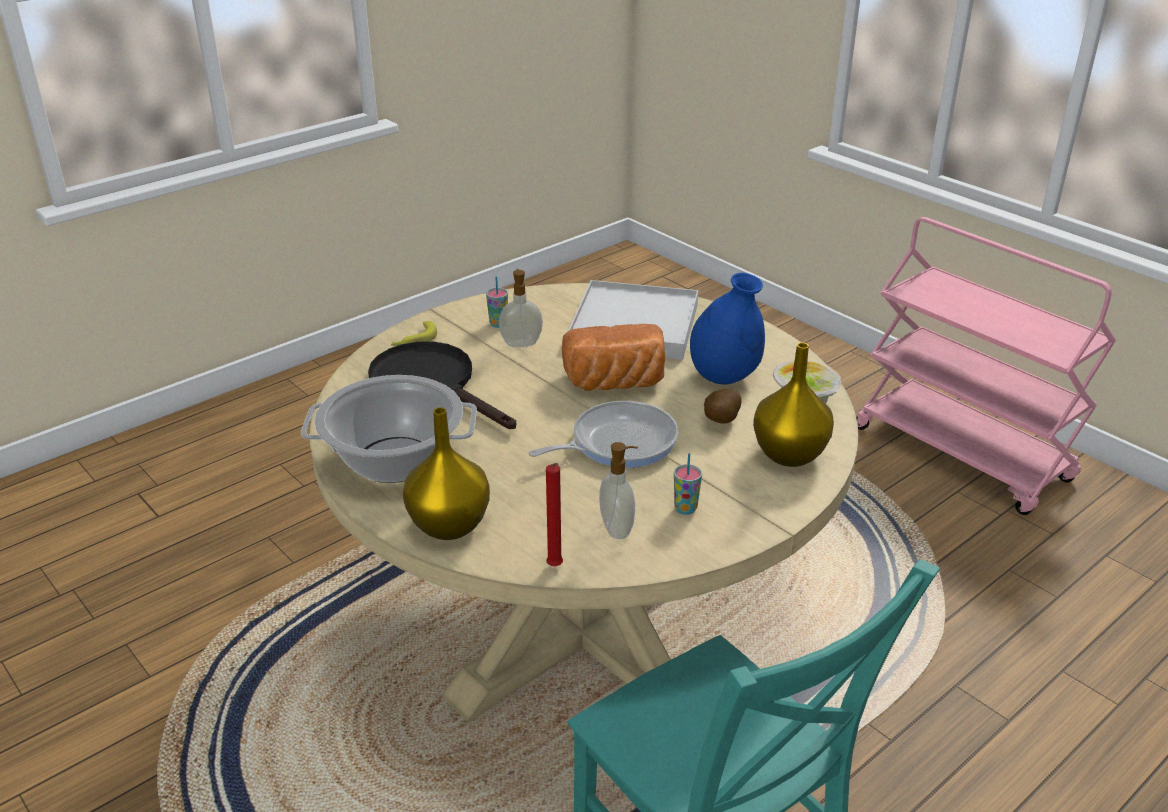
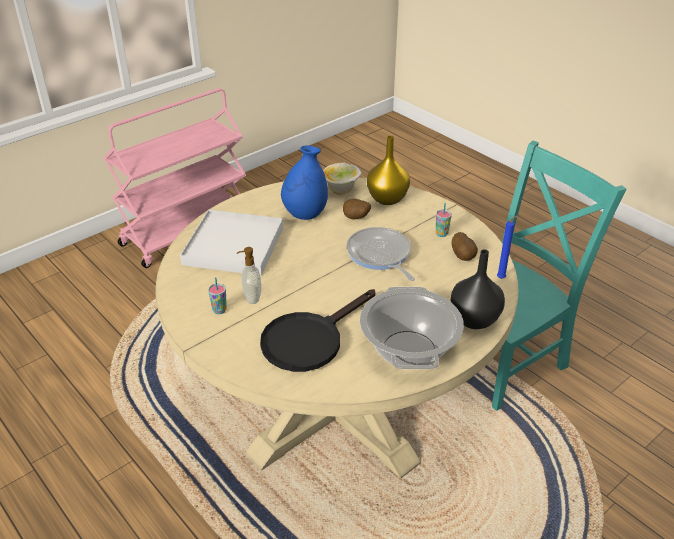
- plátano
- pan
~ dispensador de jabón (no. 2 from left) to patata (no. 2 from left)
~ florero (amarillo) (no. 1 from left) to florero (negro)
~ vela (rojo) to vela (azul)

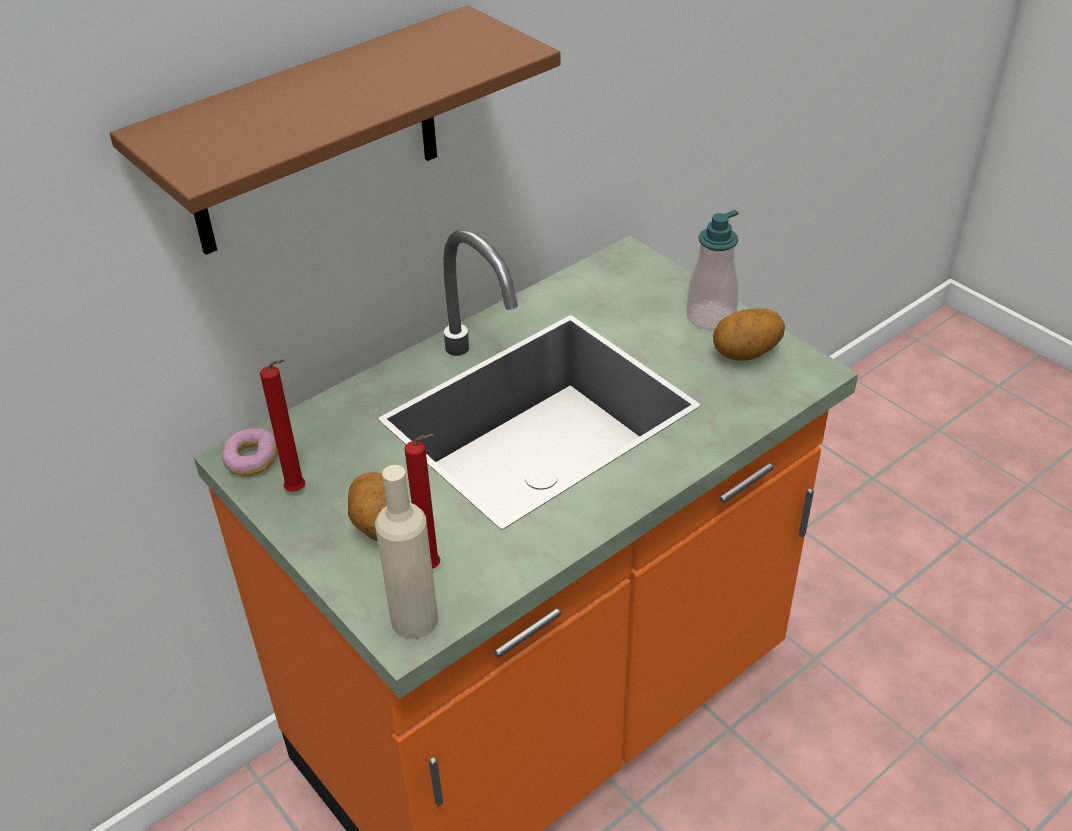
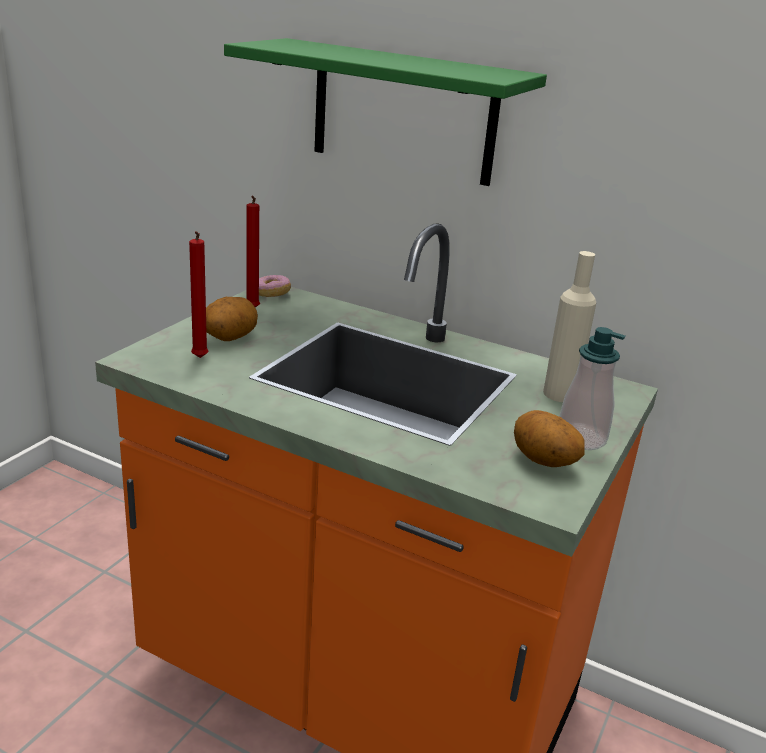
~ botella (beis)
~ estante (marrón) to estante (verde)

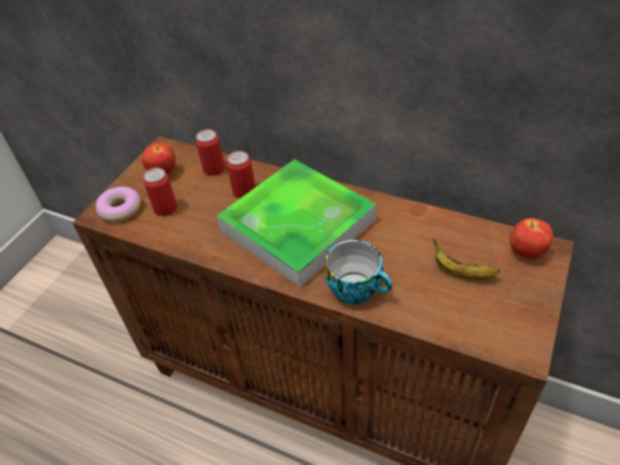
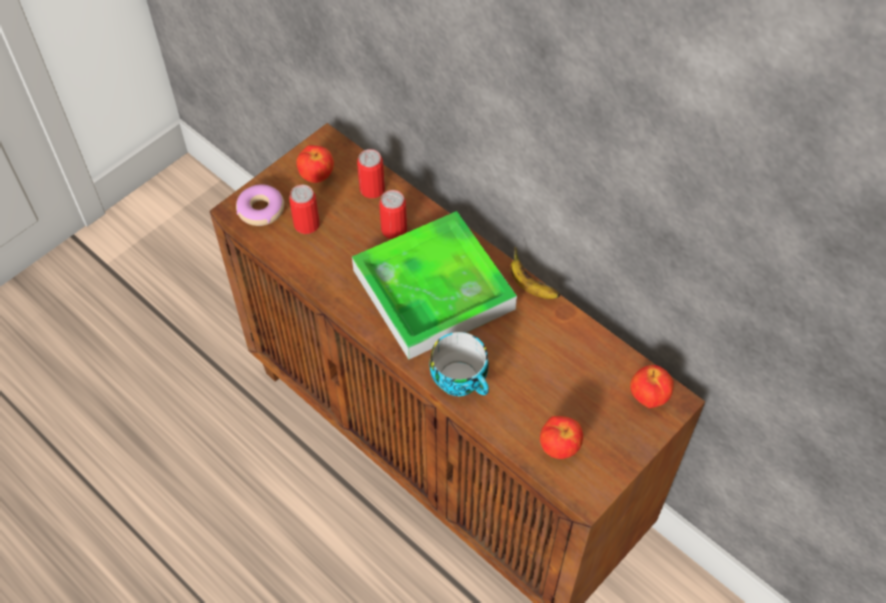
+ manzana (no. 2 from left)
~ plátano

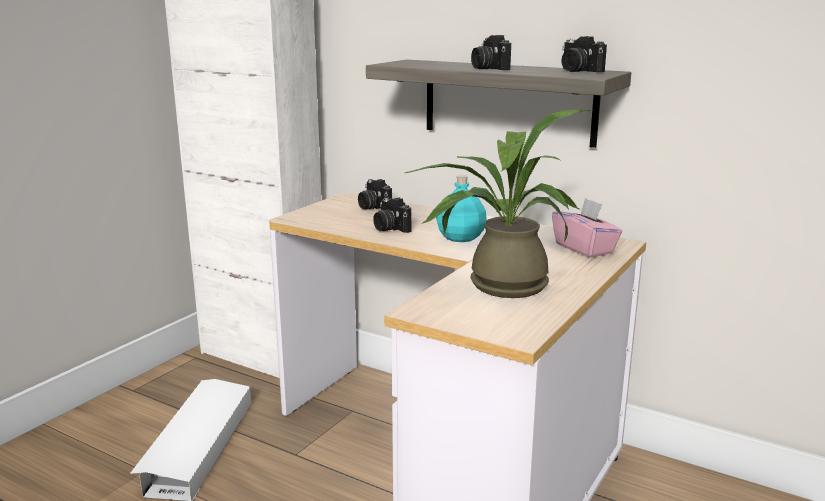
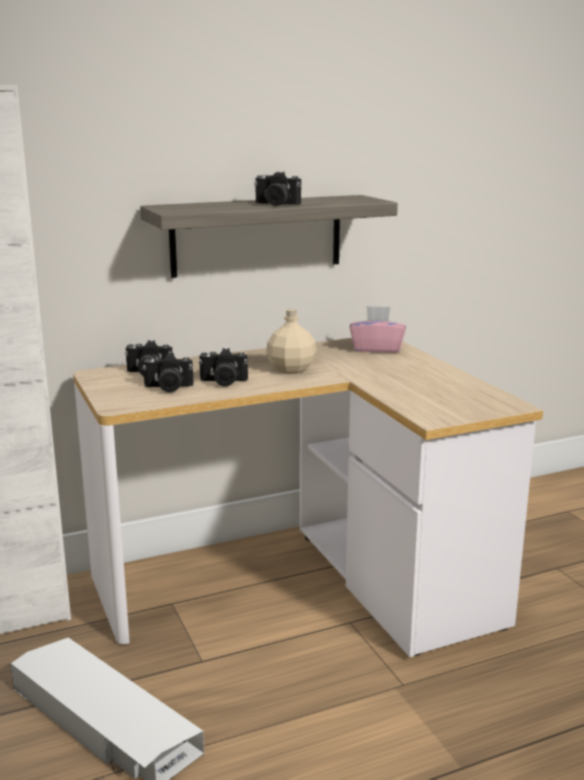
- planta en maceta
~ cámara (no. 4 from left in the first image) to cámara (no. 2 from left)
~ botella (turquesa) to botella (beis)

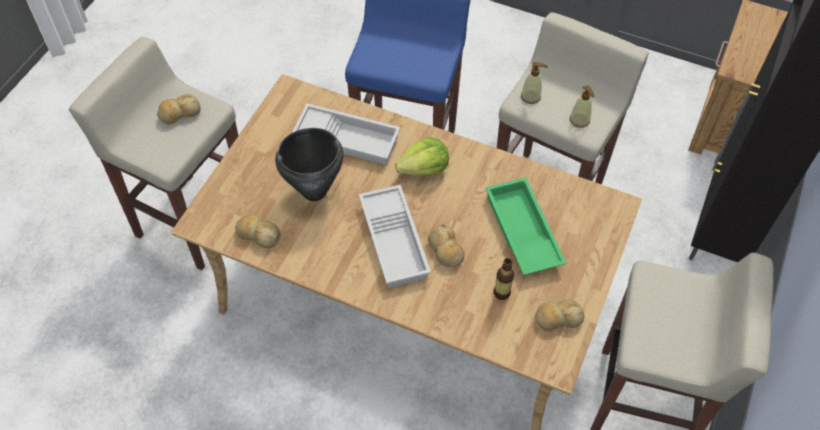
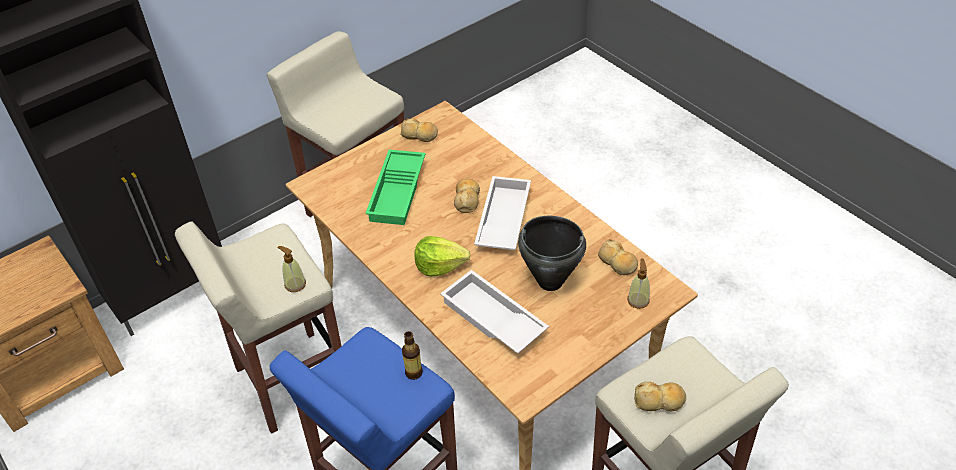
~ botella
~ dispensador de jabón (no. 2 from left)

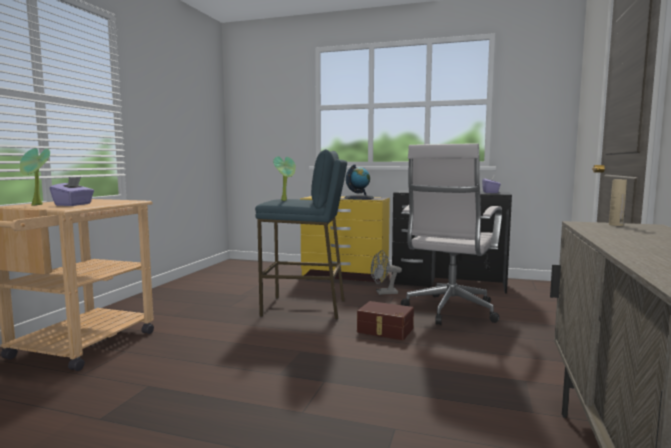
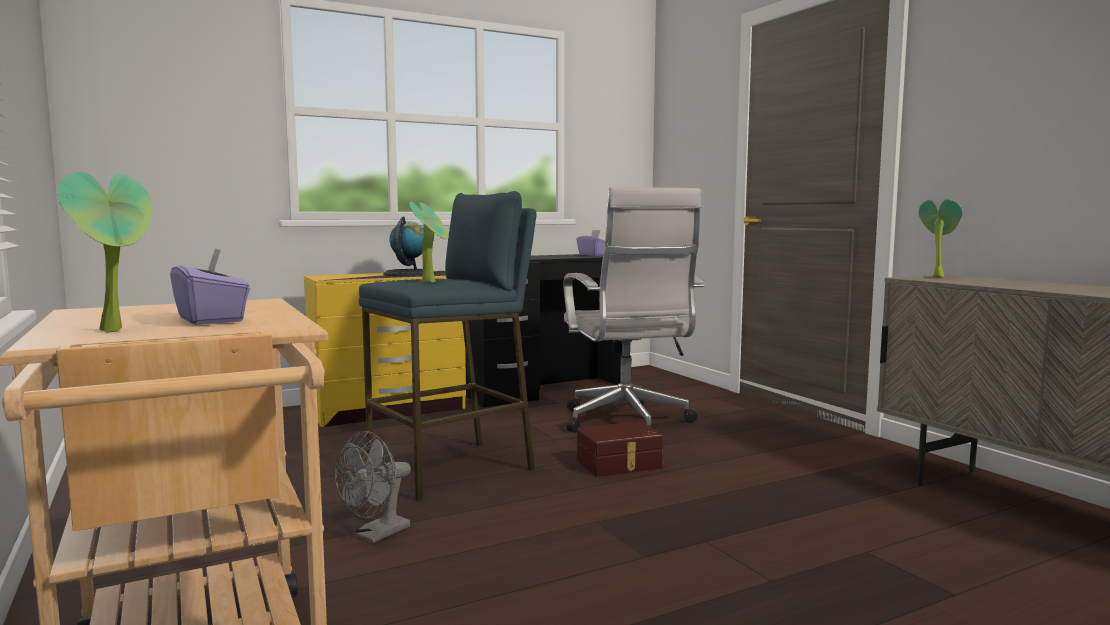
~ ventilador (gris)
~ botella (beis) to planta en maceta (no. 3 from left)

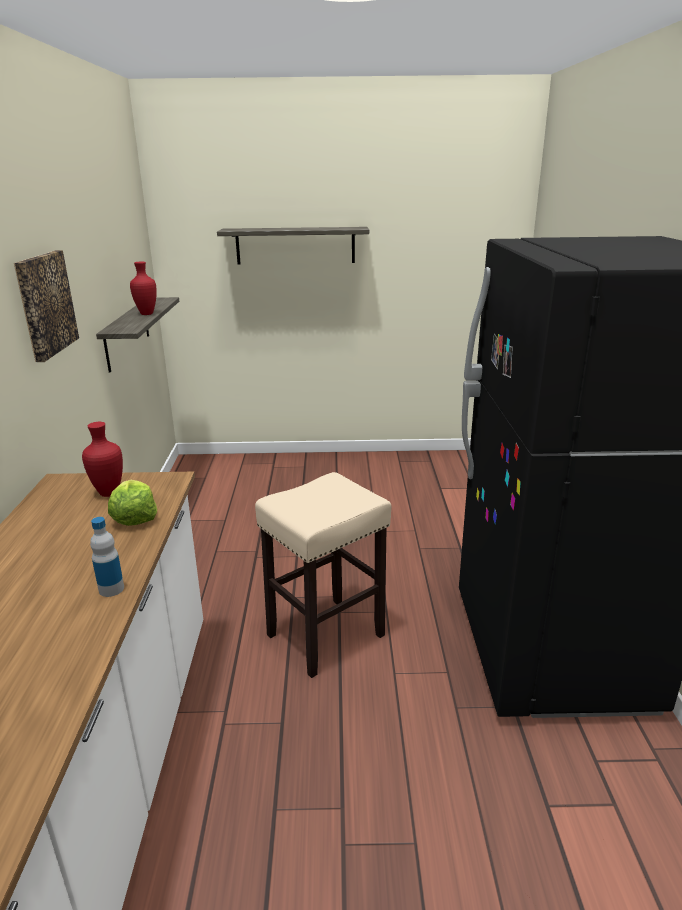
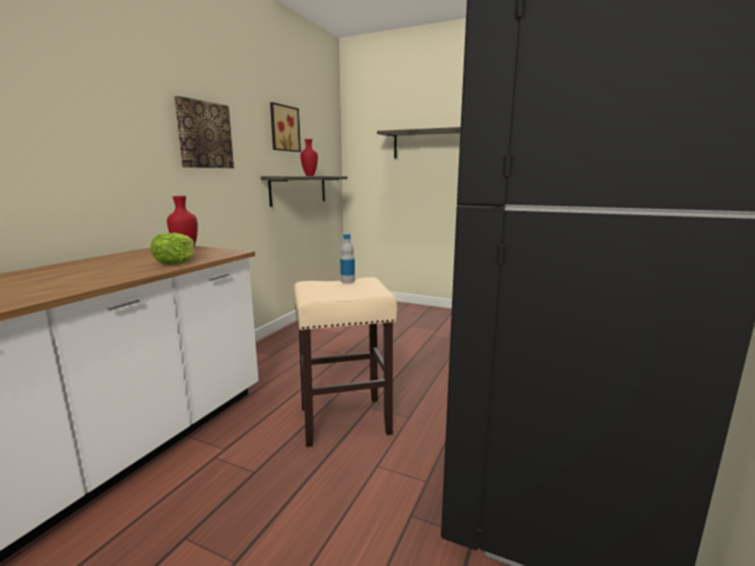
+ cuadro (no. 2 from left)
~ botella

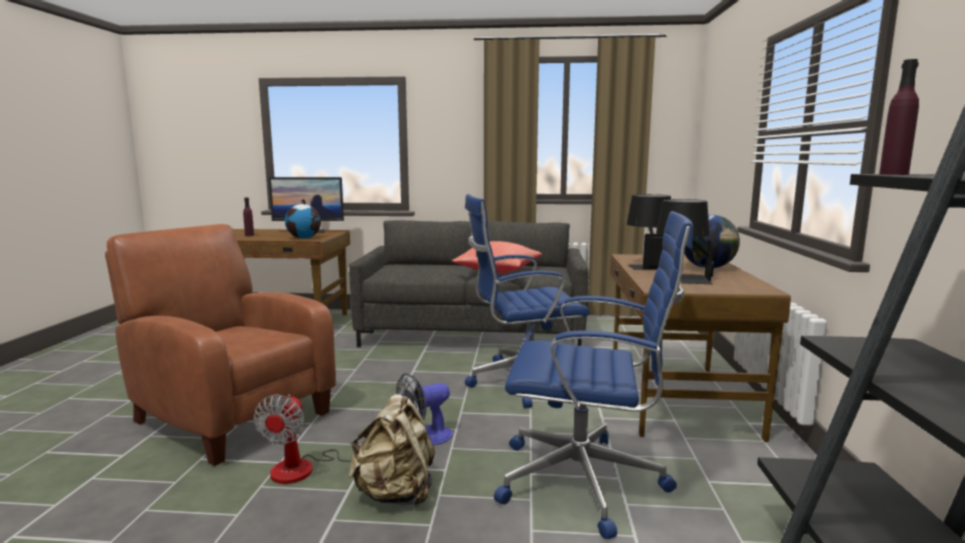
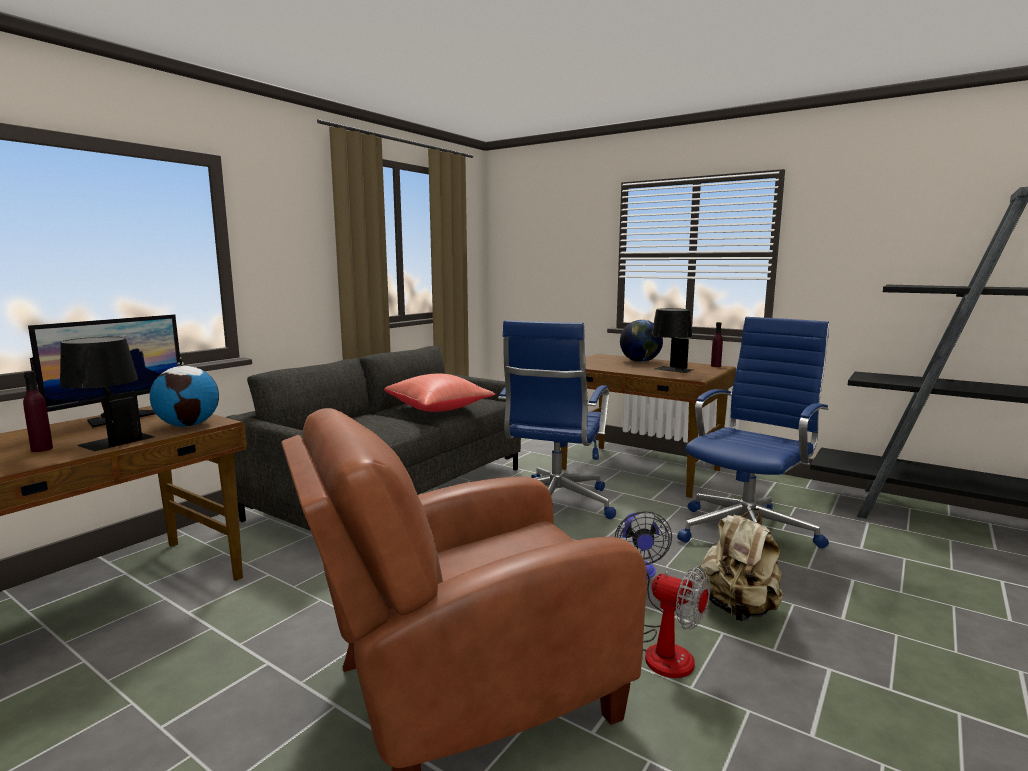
~ lámpara de mesa (negro) (no. 1 from left)
~ botella (morado) (no. 2 from left)

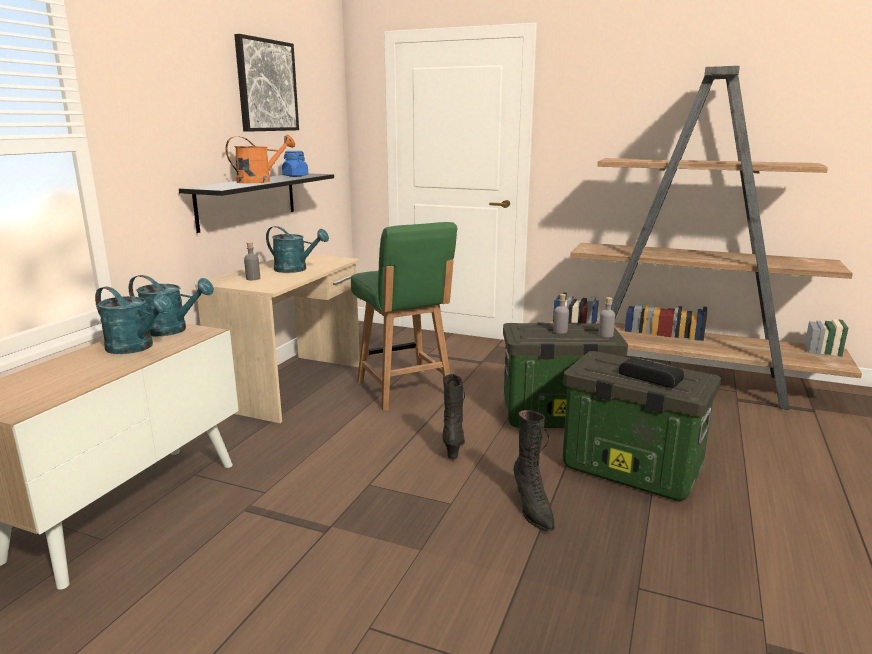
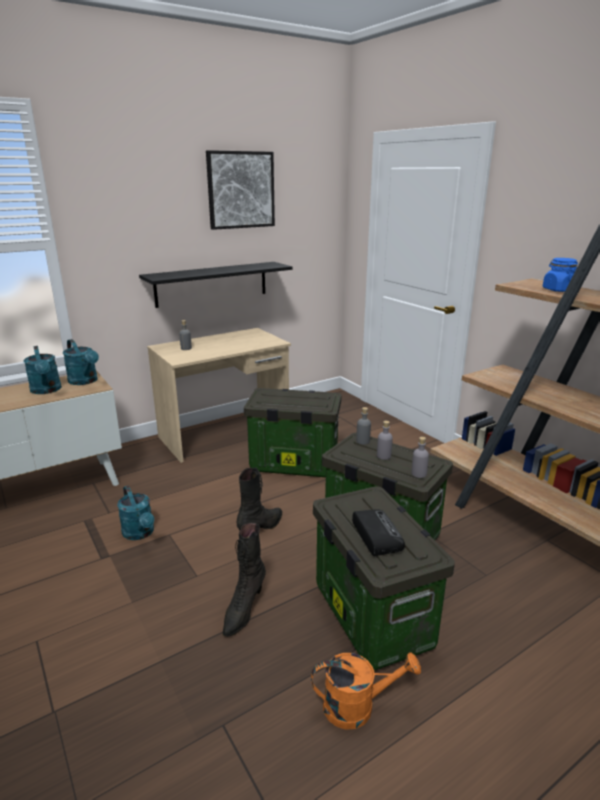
+ botella (gris) (no. 2 from left)
~ regadera (naranja)
~ regadera (turquesa) (no. 3 from left)
~ tarro (azul)
~ silla (verde) to caja de almacenaje (no. 1 from left)

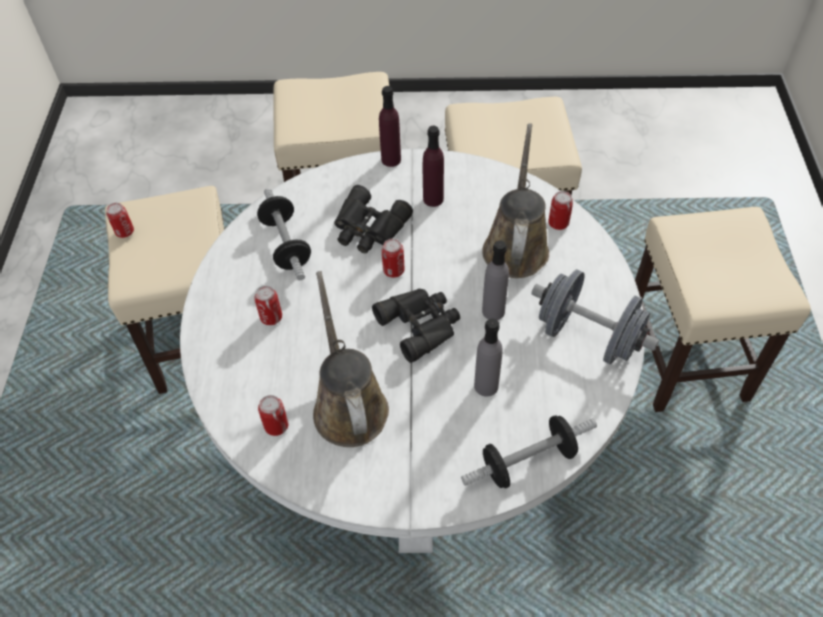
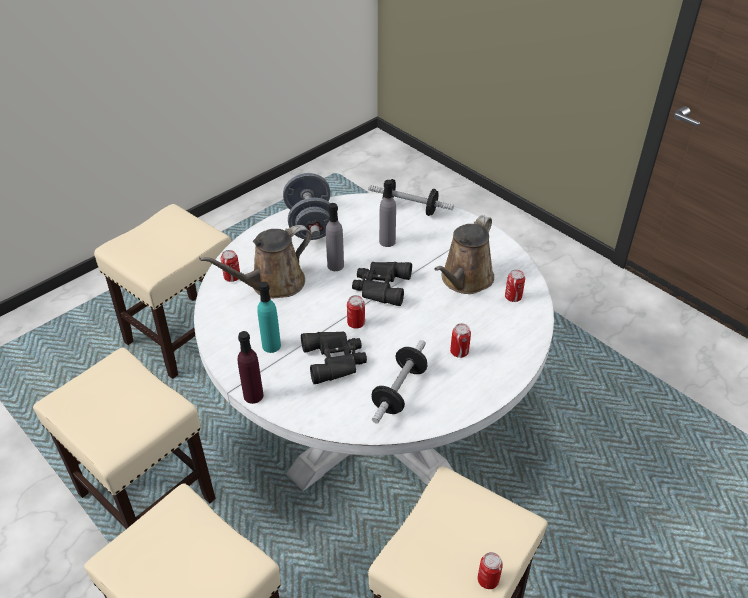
~ botella (morado) (no. 2 from left) to botella (turquesa)

